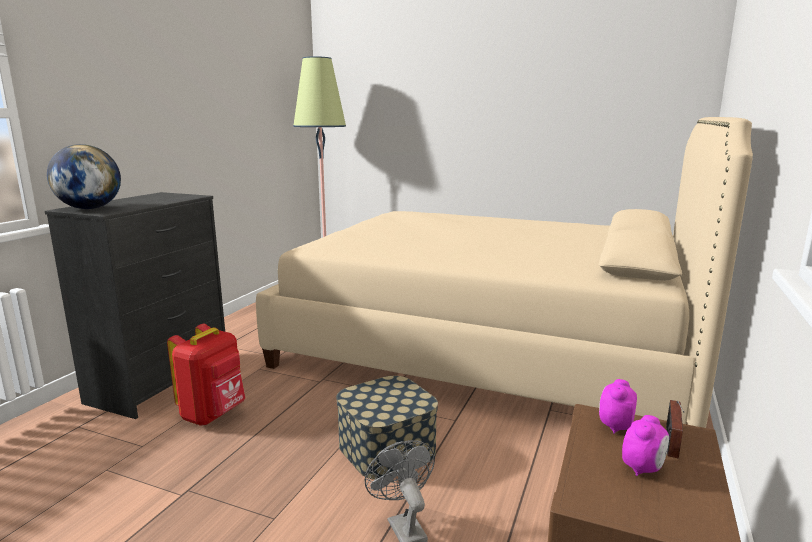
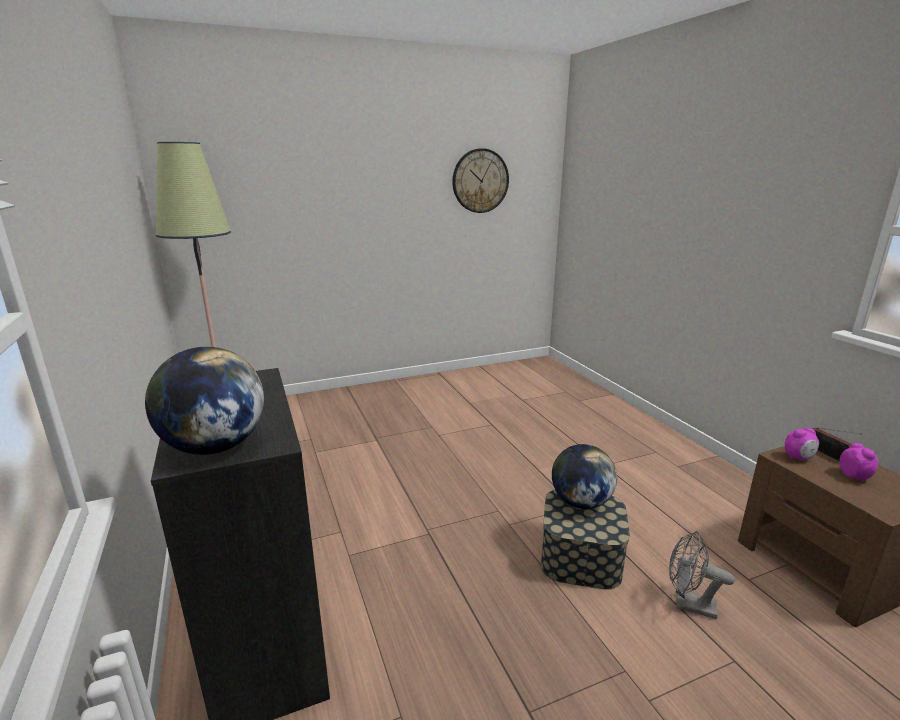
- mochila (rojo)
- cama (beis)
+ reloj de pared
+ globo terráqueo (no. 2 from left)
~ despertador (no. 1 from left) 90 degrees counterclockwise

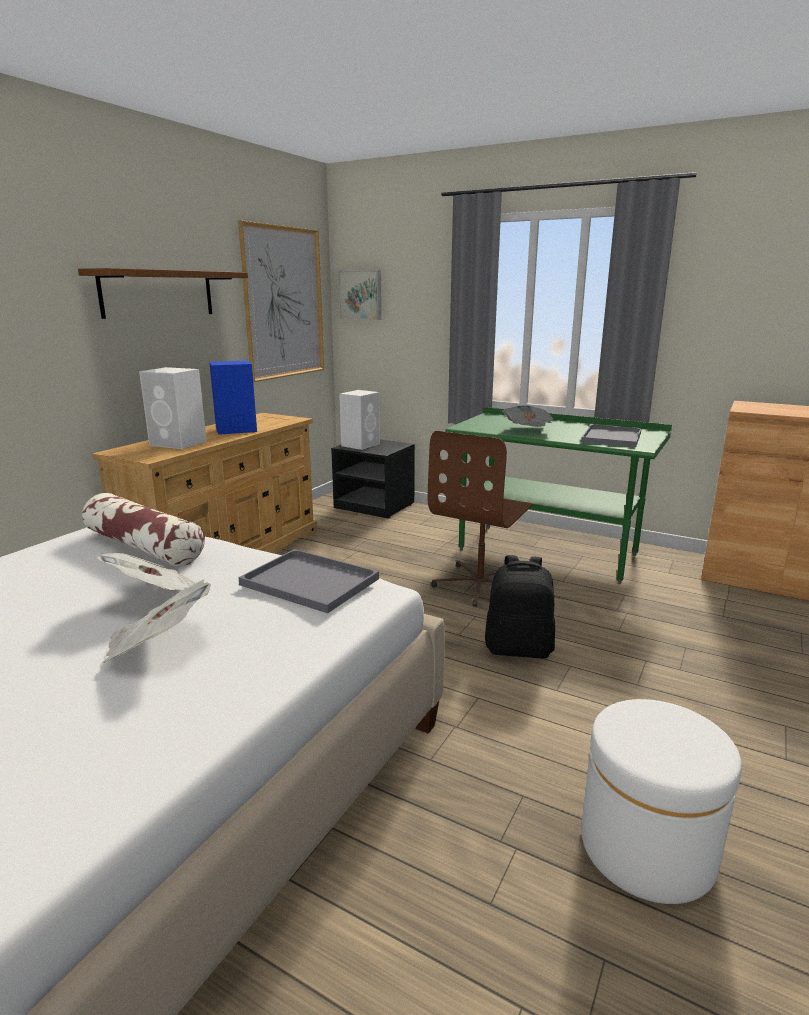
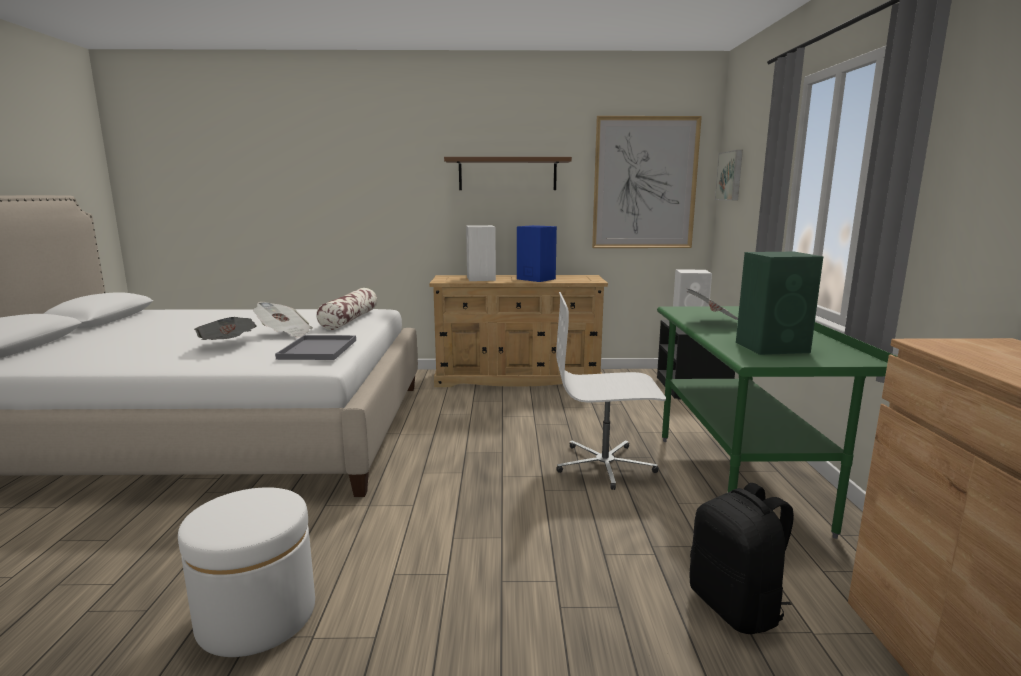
~ mochila (negro)
~ bandeja (gris) (no. 2 from left) to altavoz (verde)
~ silla de oficina (marrón) to silla de oficina (blanco)

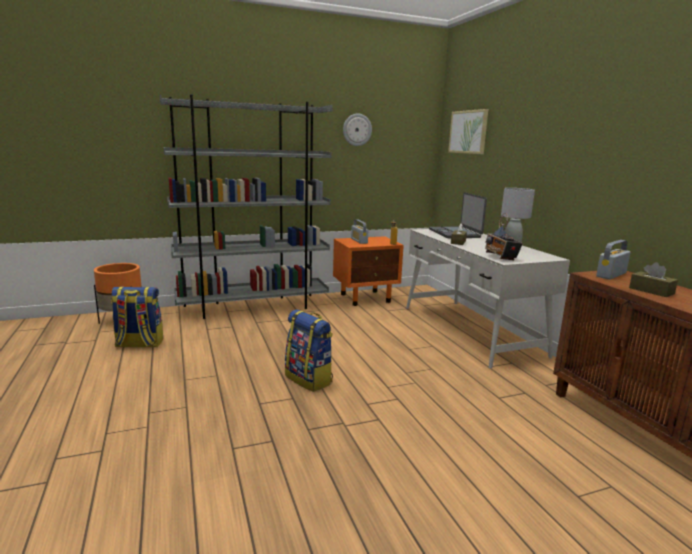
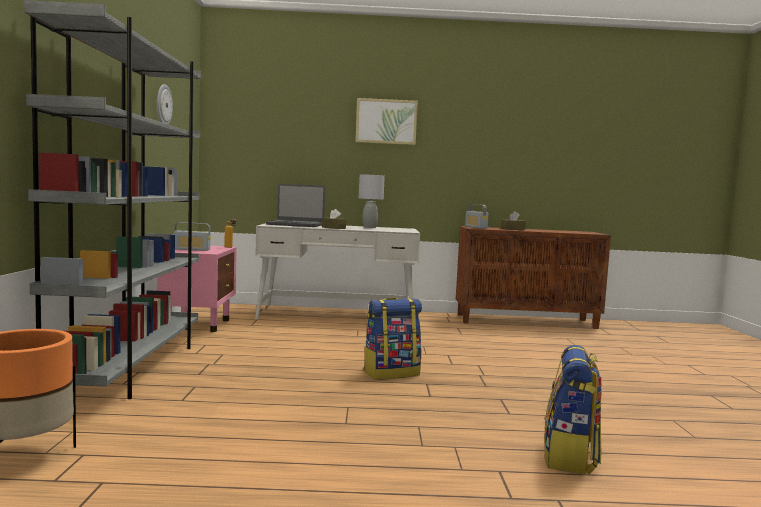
- radio (no. 2 from left)
~ mochila (no. 1 from left in the first image) to mochila (no. 2 from left)
~ cuadro
~ mesita de noche (naranja) to mesita de noche (rosa)

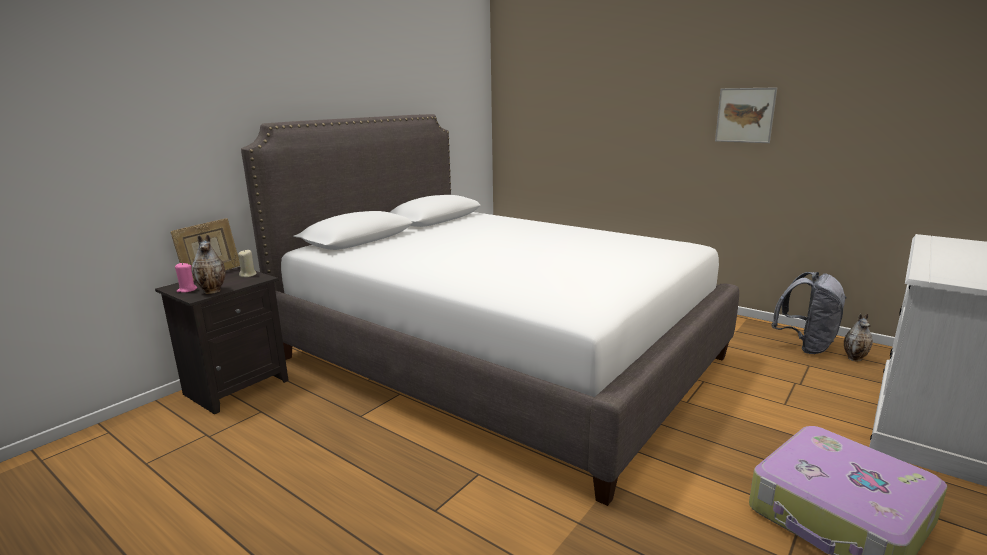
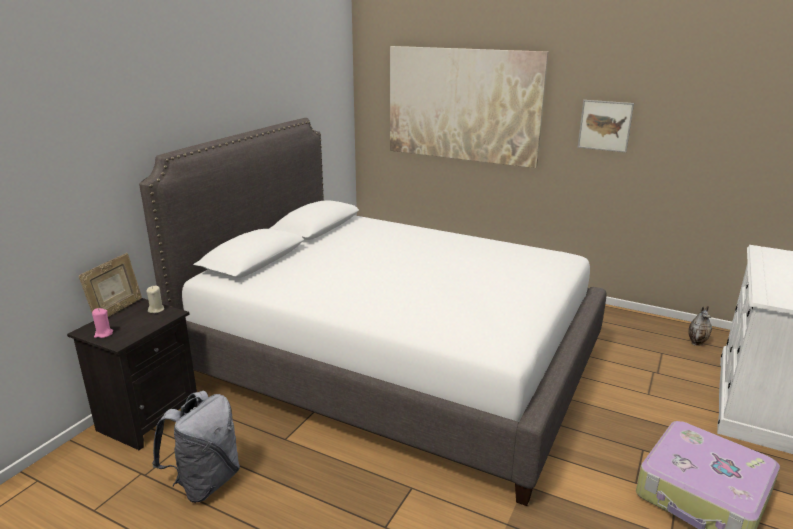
- florero (no. 1 from left)
+ cuadro (no. 1 from left)
~ mochila (gris)

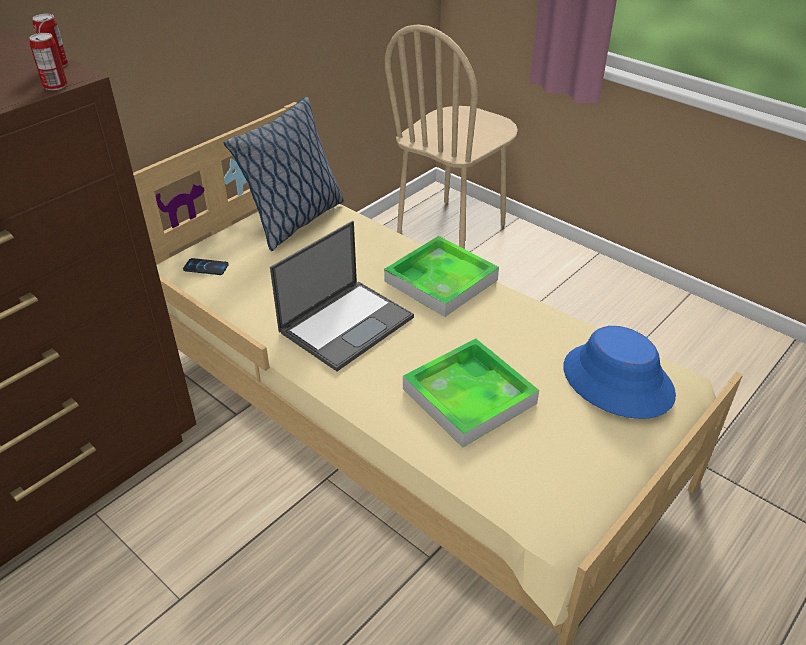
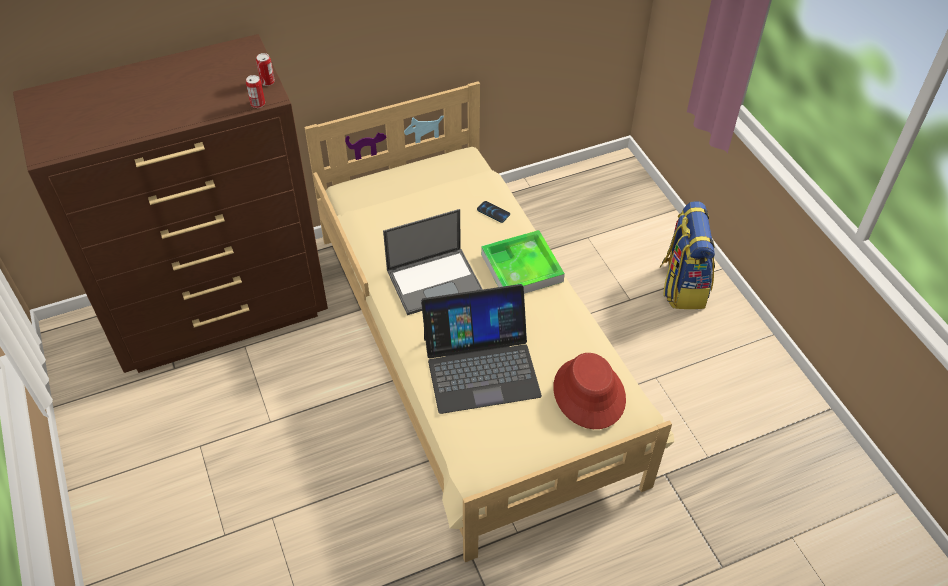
- cojín
- silla (beis)
+ mochila
~ móvil
~ bandeja (no. 2 from left) to portátil (no. 2 from left)
~ sombrero (azul) to sombrero (rojo)

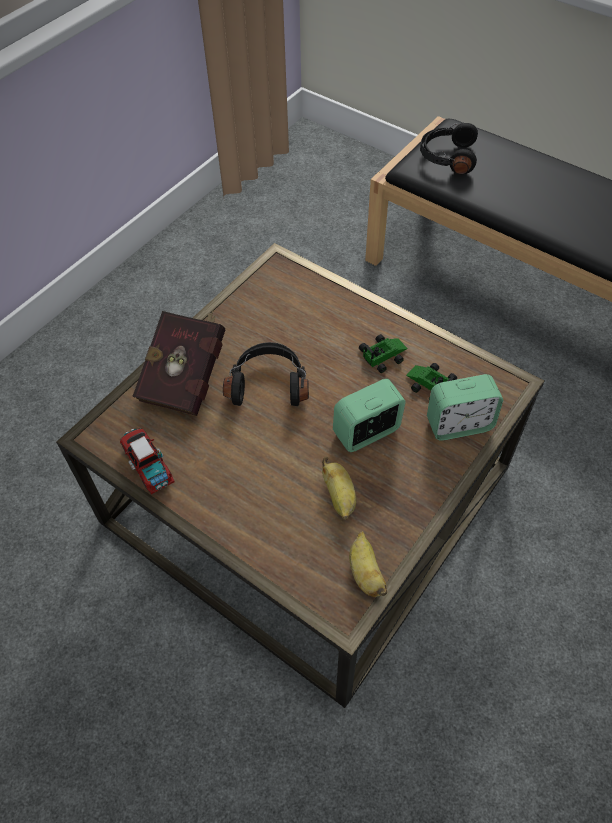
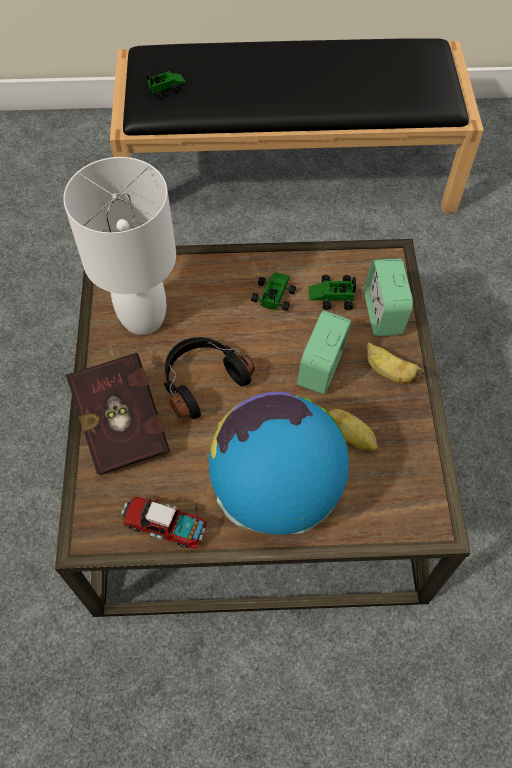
+ lámpara de mesa (blanco)
+ globo terráqueo
~ plátano (no. 2 from left)
~ auriculares (negro) (no. 2 from left) to coche de juguete (no. 1 from left)
~ despertador (no. 2 from left) 135 degrees clockwise

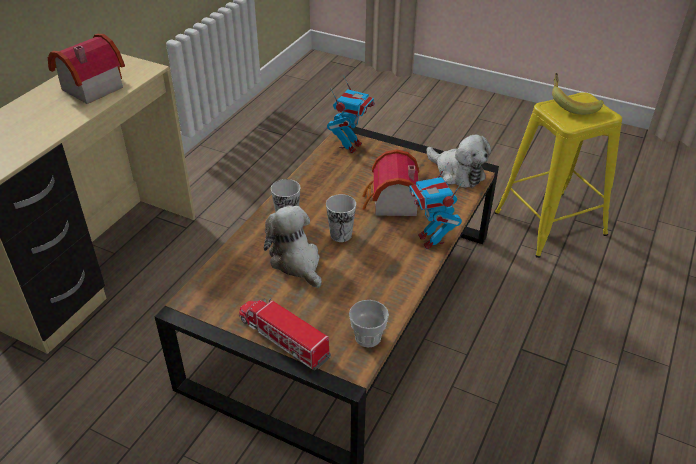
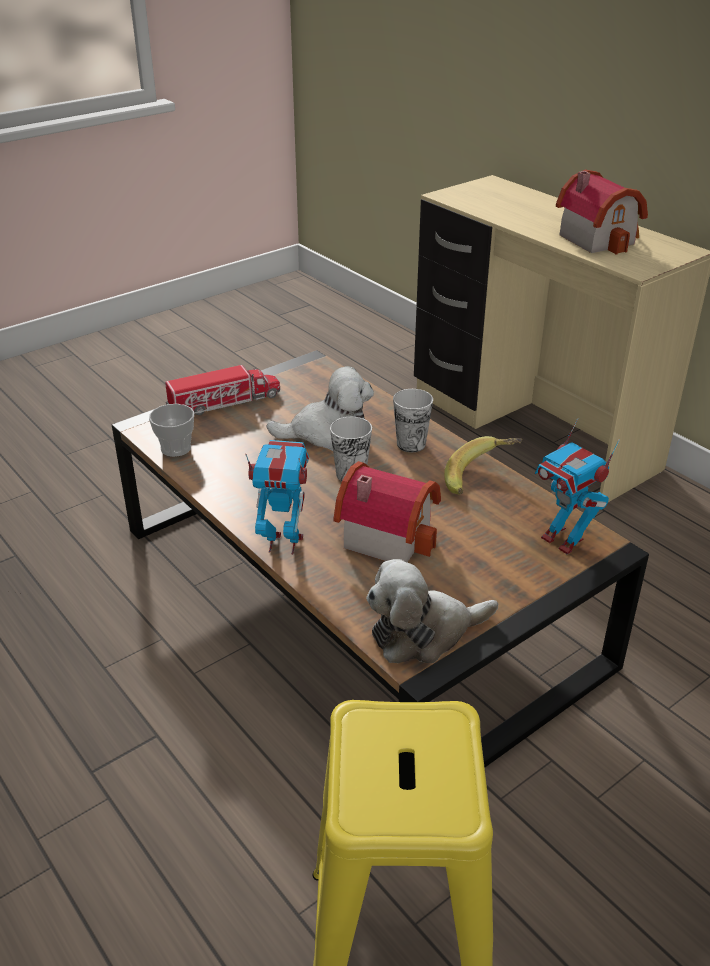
~ plátano

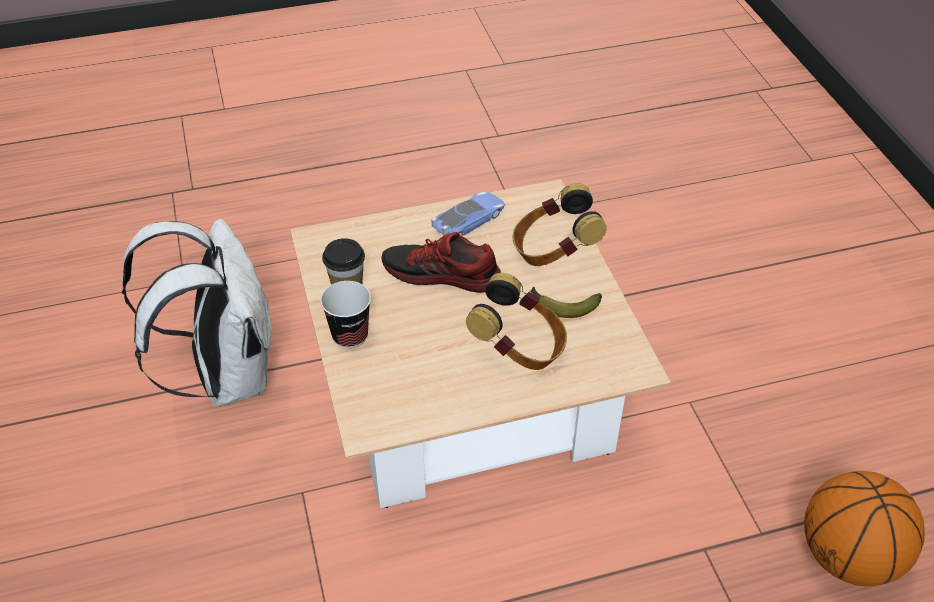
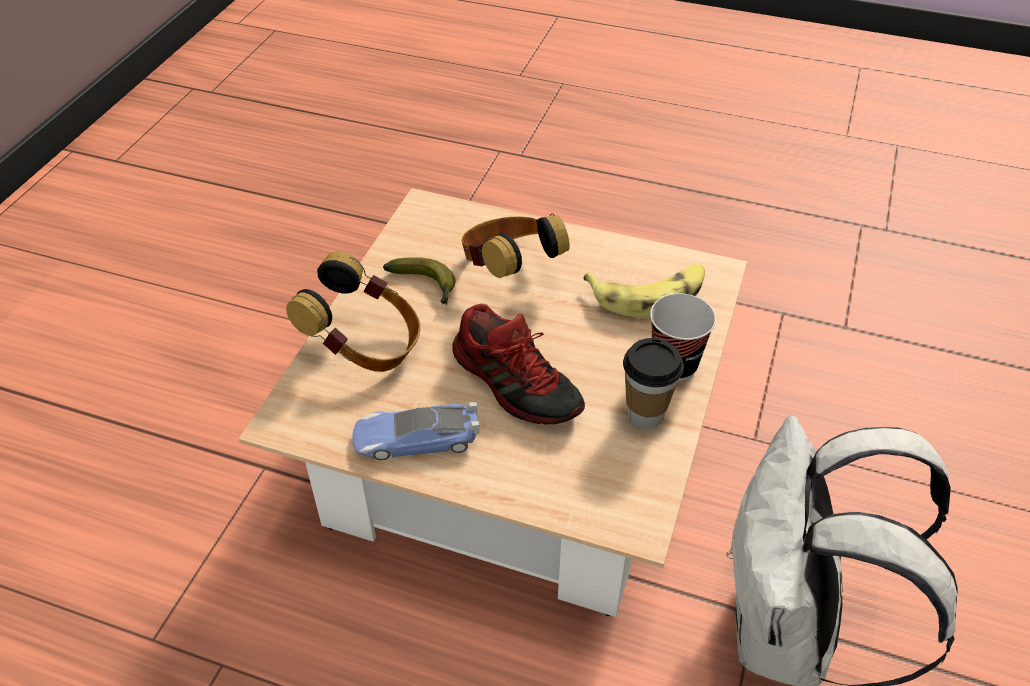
- balón de baloncesto
+ plátano (no. 2 from left)

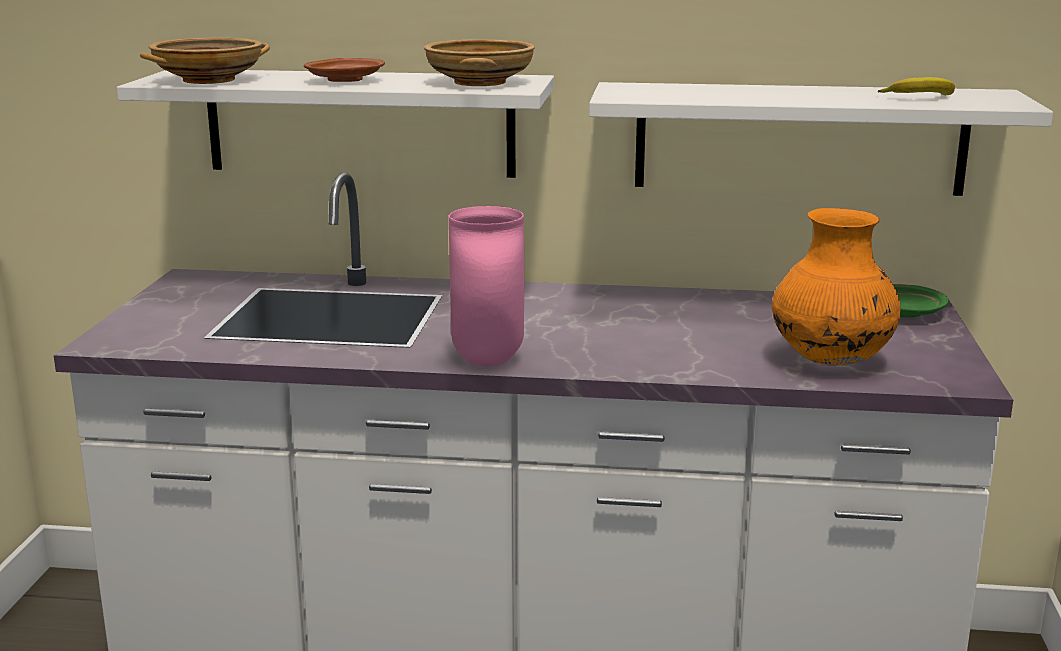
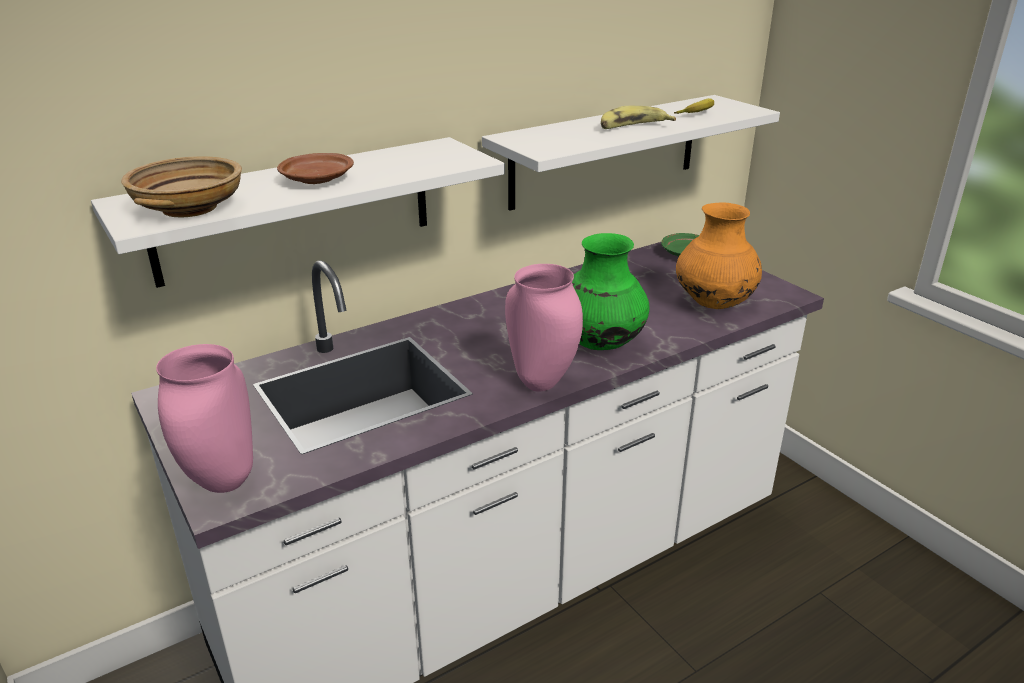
- cuenco (beis) (no. 2 from left)
+ florero (rosa) (no. 1 from left)
+ florero (verde)
+ plátano (no. 1 from left)

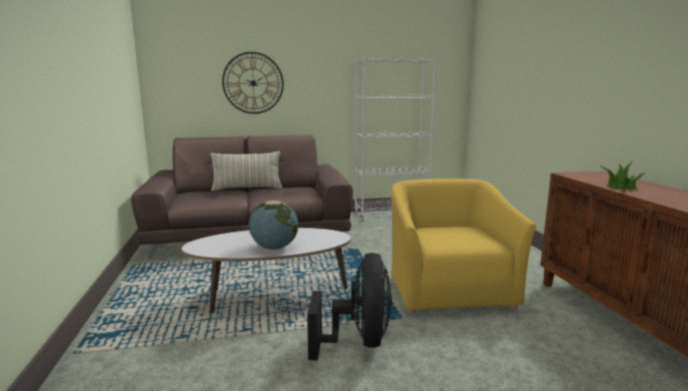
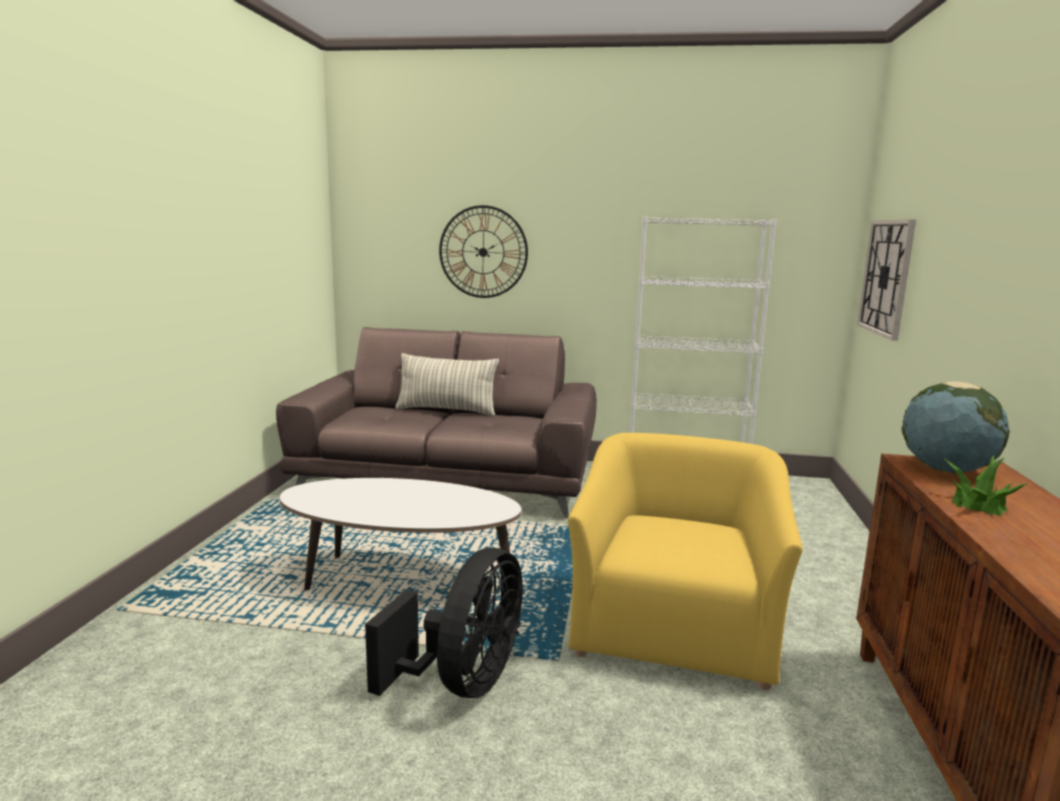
+ reloj de pared (no. 2 from left)
~ globo terráqueo

